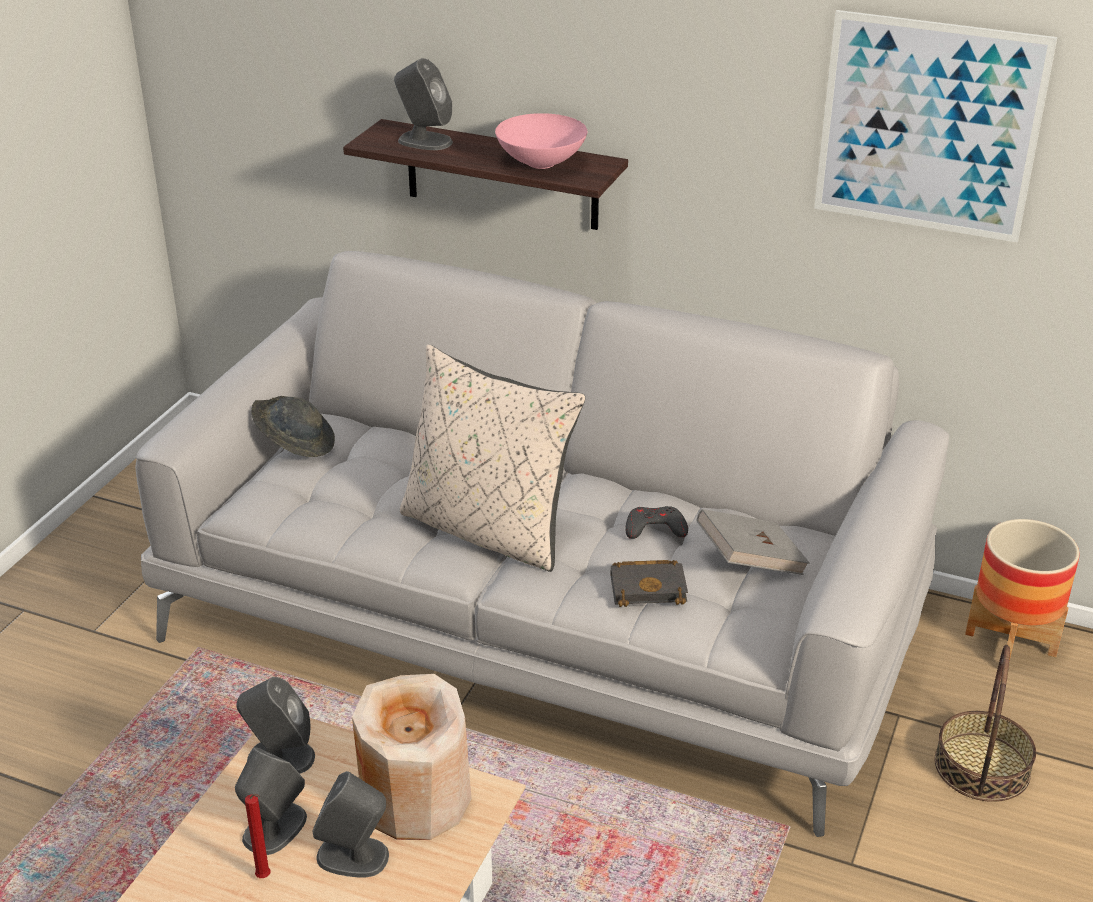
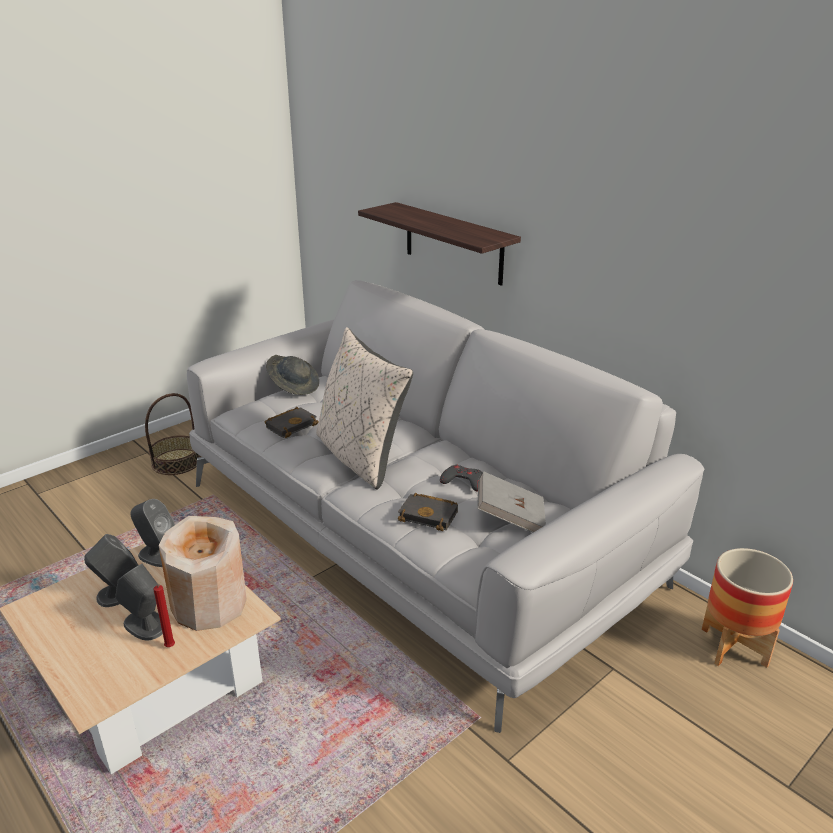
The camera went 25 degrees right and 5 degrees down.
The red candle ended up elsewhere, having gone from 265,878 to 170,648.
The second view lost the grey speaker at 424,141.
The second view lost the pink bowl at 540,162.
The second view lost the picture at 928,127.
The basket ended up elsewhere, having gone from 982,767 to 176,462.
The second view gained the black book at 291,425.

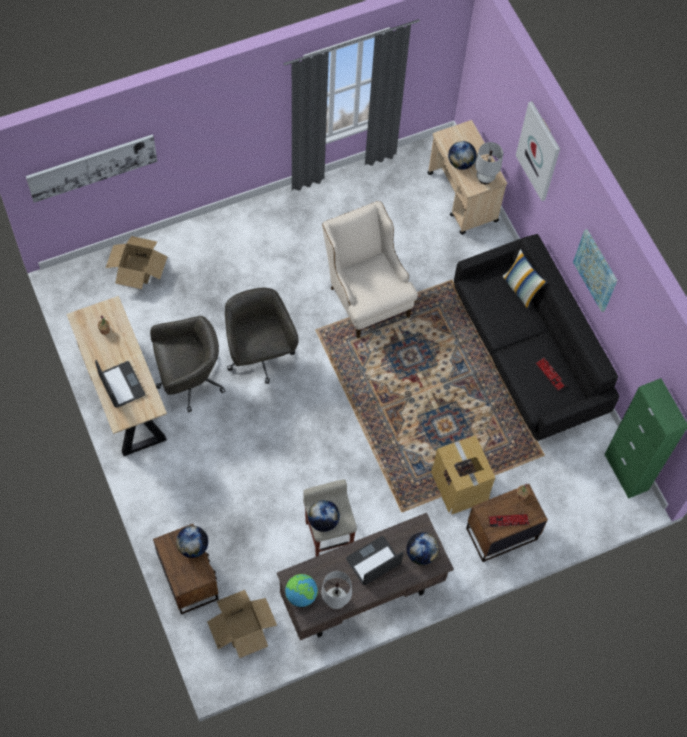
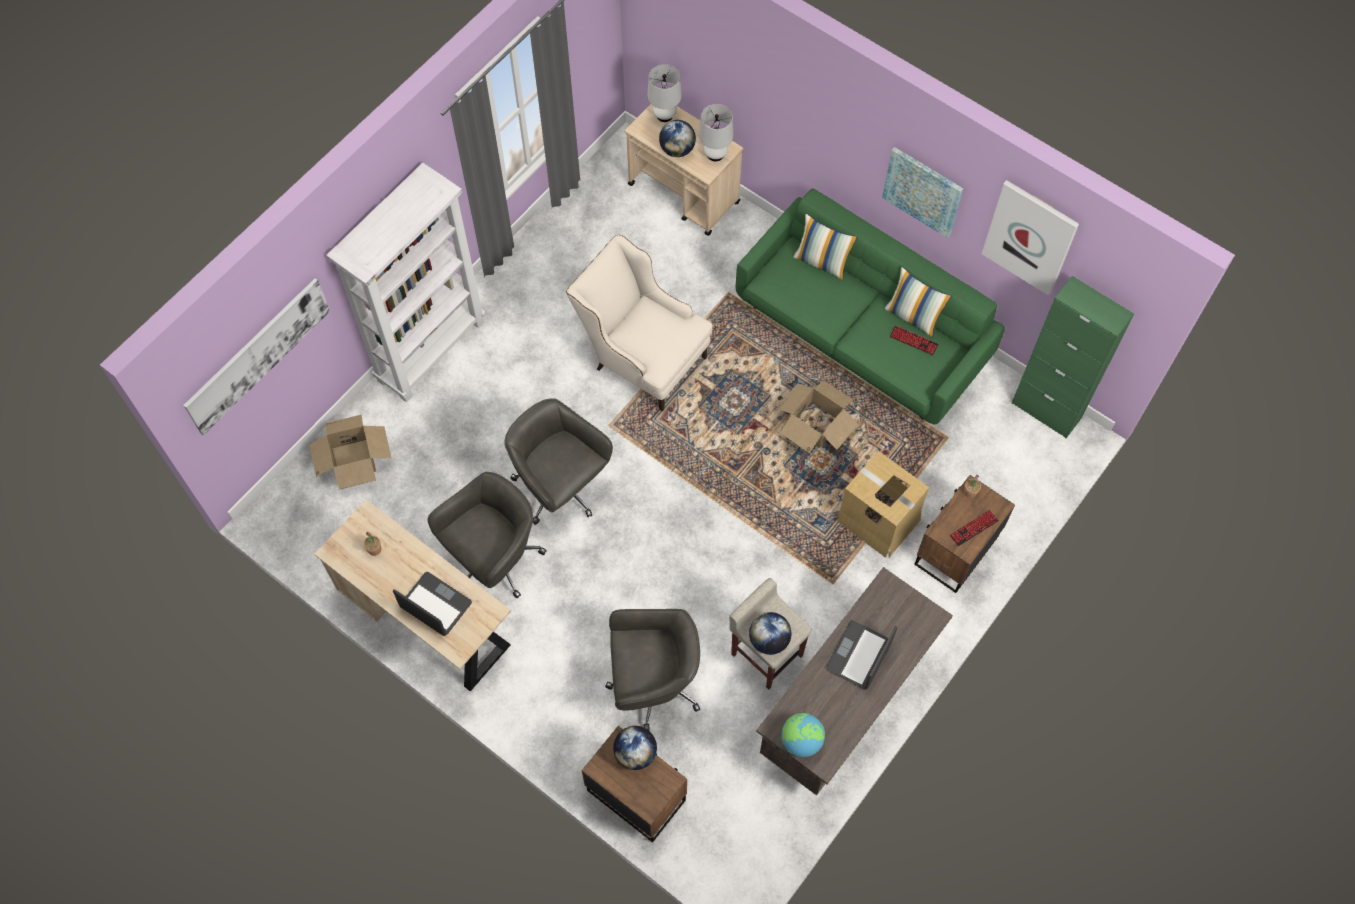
The camera went 25 degrees left and 0 degrees up.
The cardboard box ended up elsewhere, having gone from 242,628 to 815,425.
The white table lamp ended up elsewhere, having gone from 335,600 to 664,115.
The second view lost the globe at 421,553.
What was the black sofa at 527,354 turned into the green sofa at 861,334.
The picture ended up elsewhere, having gone from 539,151 to 1030,237.
The second view gained the white bookcase at 431,350.
The second view gained the grey office chair at 653,683.
The second view gained the pillow at 913,316.

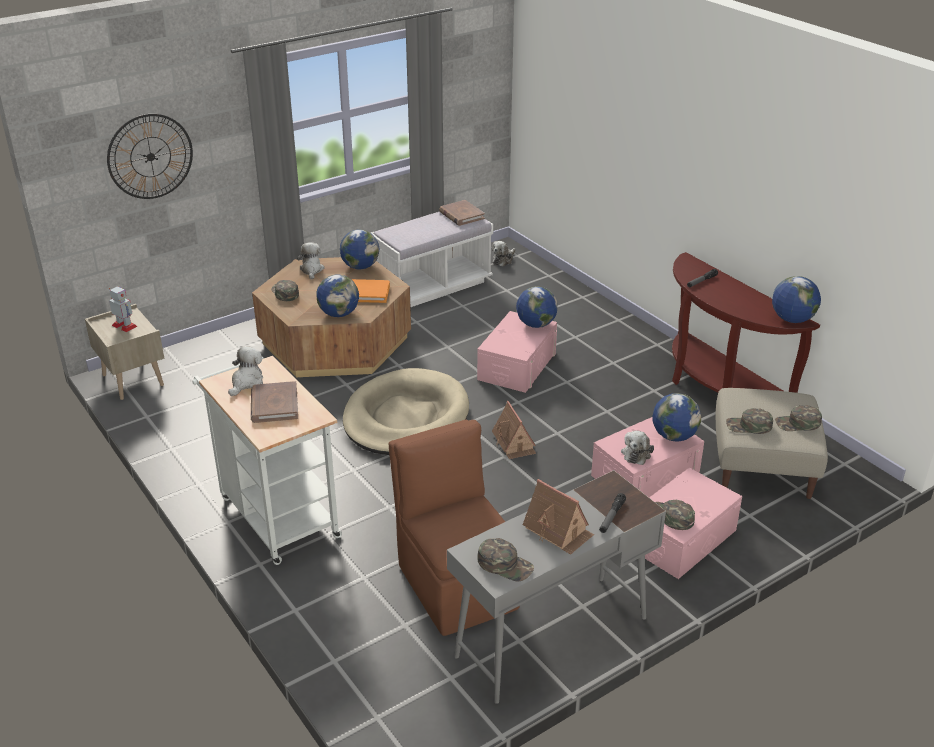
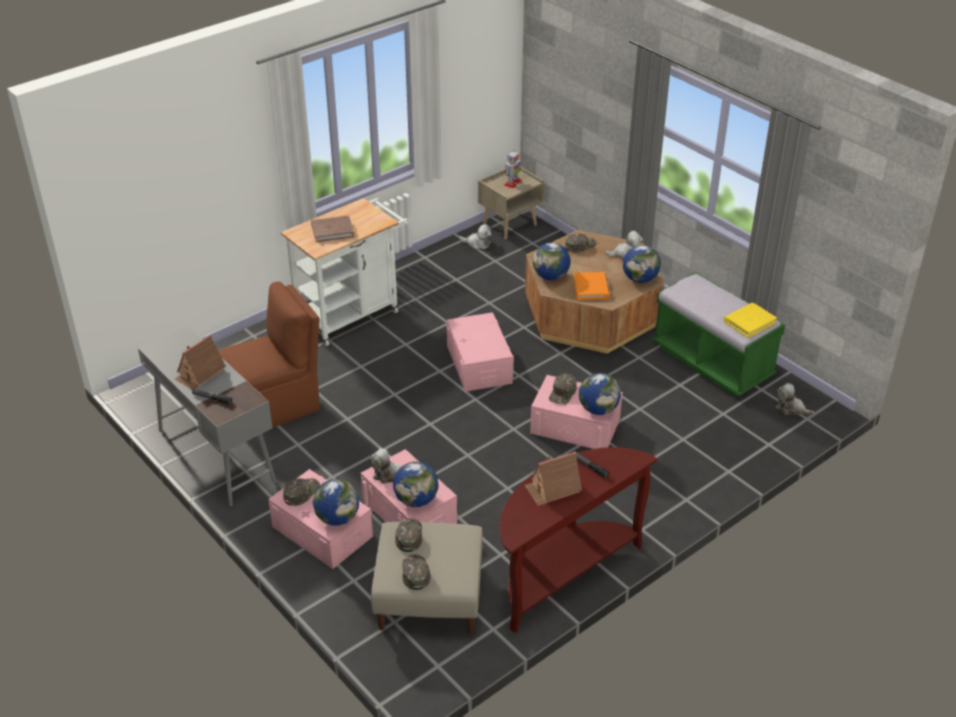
The camera went 85 degrees right and 5 degrees up.
The second view lost the wall clock at 150,156.
The plush toy ended up elsewhere, having gone from 246,382 to 477,243.
Where the beige dog bed stood at 406,418, the pink storage box came to stand at 479,364.
What was the white bench at 432,286 turned into the green bench at 712,362.
What was the brown book at 461,215 turned into the yellow book at 749,322.
The green cap ended up elsewhere, having gone from 505,564 to 563,393.
The toy house ended up elsewhere, having gone from 514,443 to 553,488.
The globe ended up elsewhere, having gone from 792,319 to 337,518.

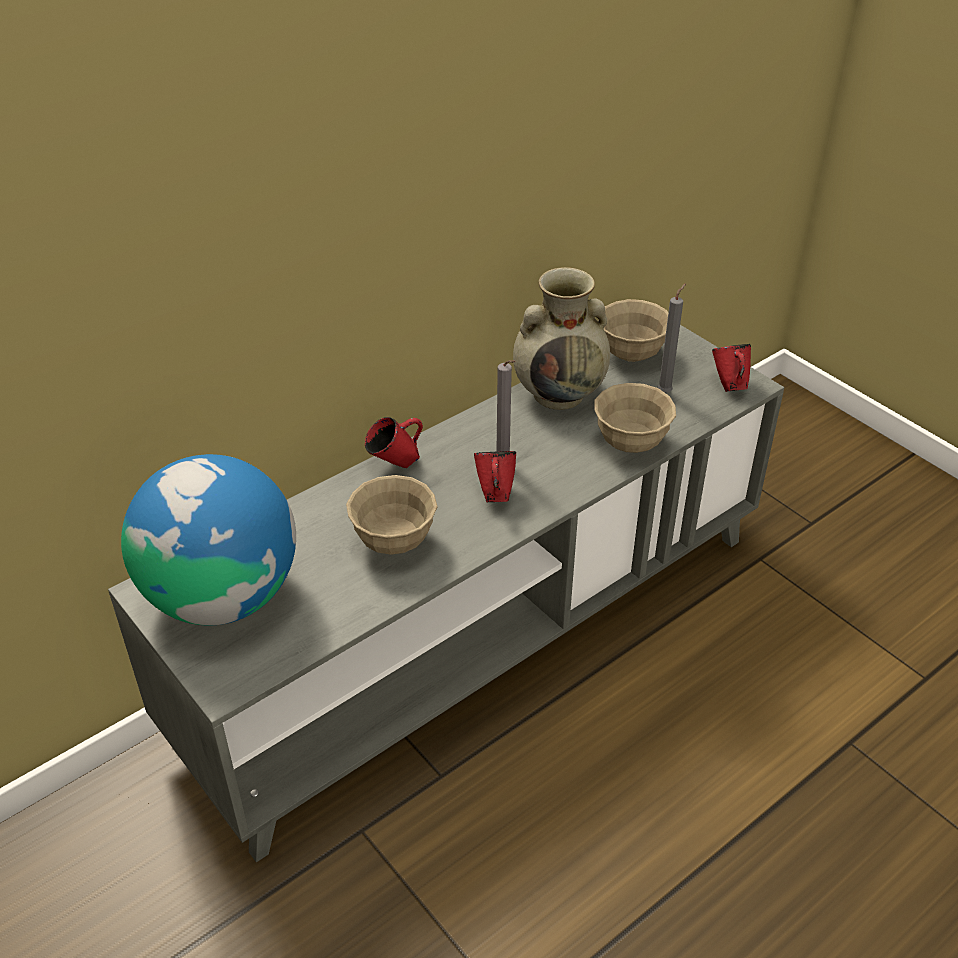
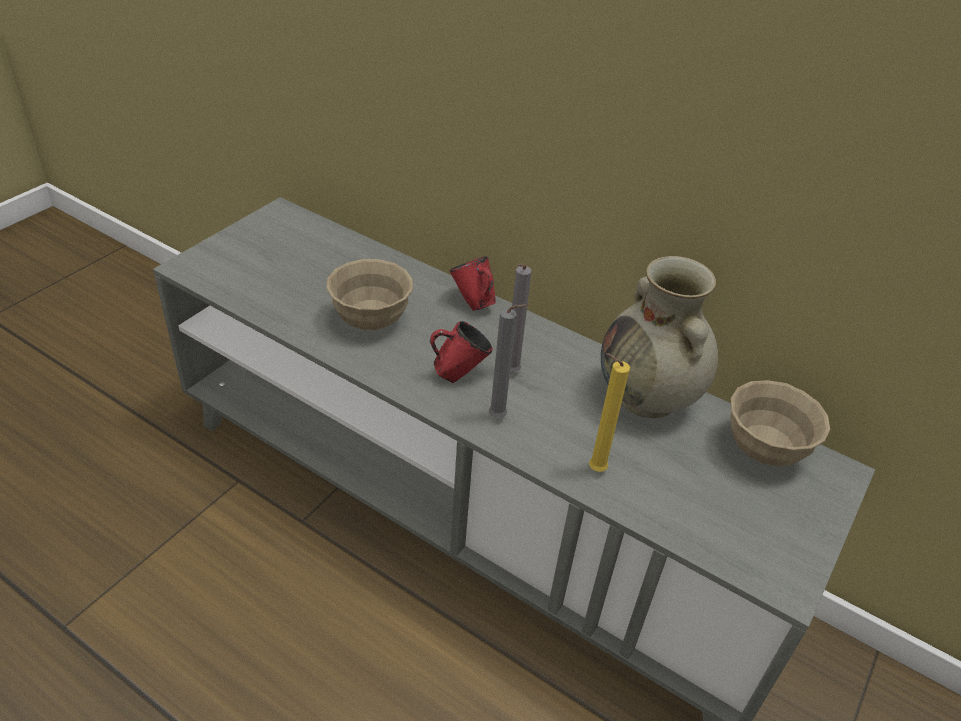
The camera went 70 degrees right and 0 degrees up.
The second view lost the globe at 222,595.
Where the beige bowl stood at 631,443, the yellow candle came to stand at 593,469.
The grey candle ended up elsewhere, having gone from 666,392 to 500,418.
The second view lost the red mug at 729,386.

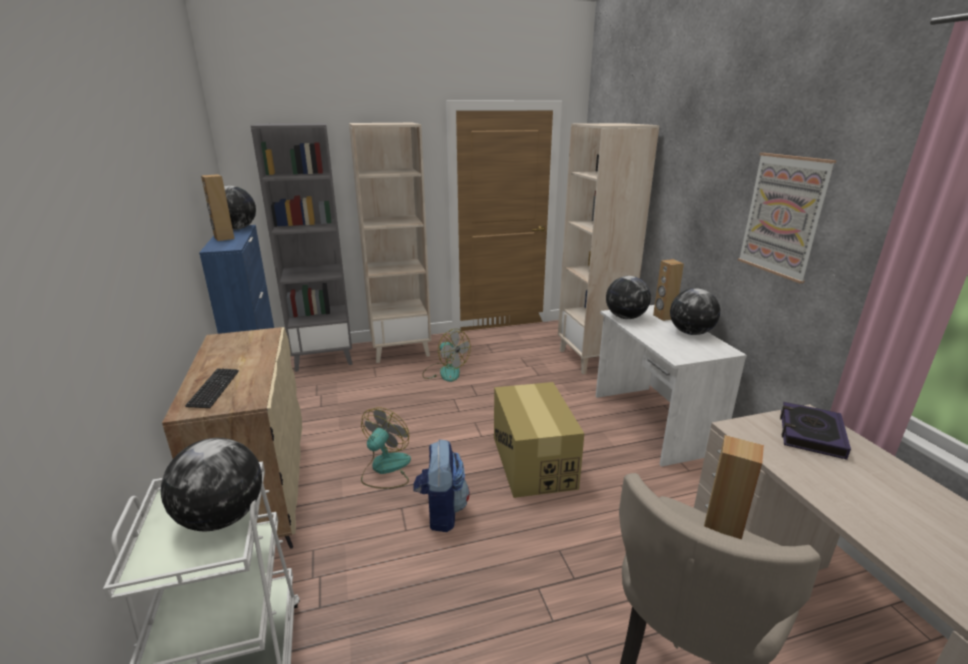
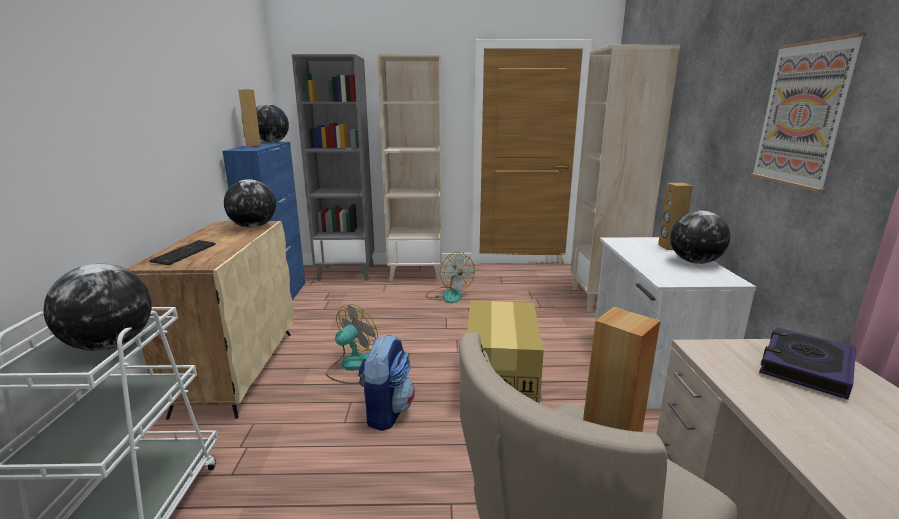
The camera went 15 degrees right and 5 degrees down.
The globe ended up elsewhere, having gone from 625,317 to 253,227.

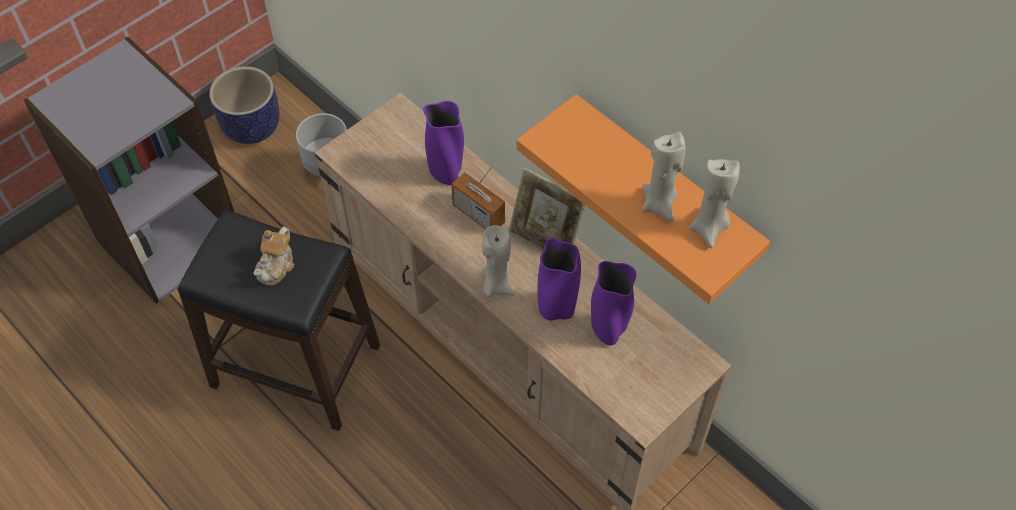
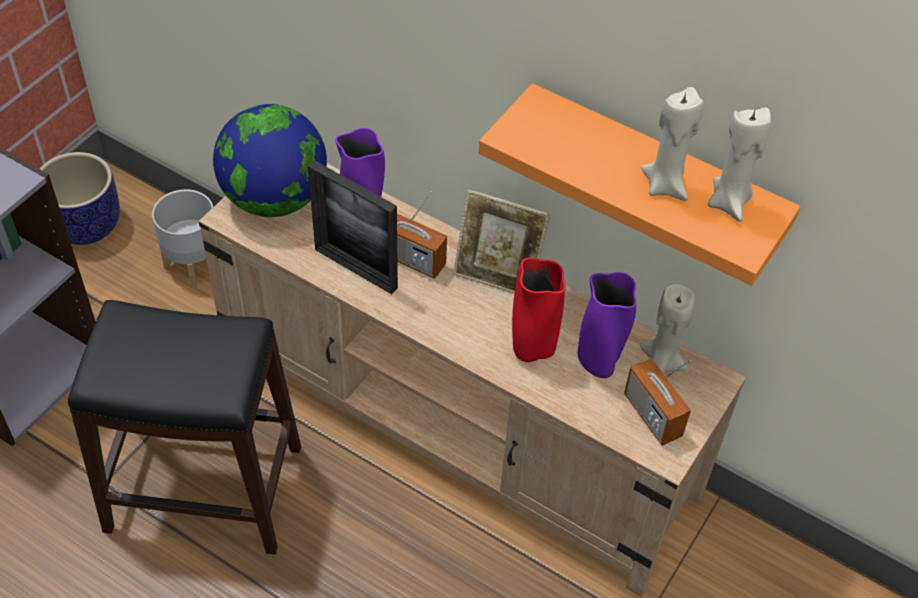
The camera went 15 degrees left and 5 degrees down.
The second view lost the teapot at 277,266.
The beige candle ended up elsewhere, having gone from 496,286 to 661,362.
What was the purple vase at 556,309 turned into the red vase at 532,349.
The second view gained the globe at 275,198.
The second view gained the picture frame at 356,268.
The second view gained the radio at 652,415.

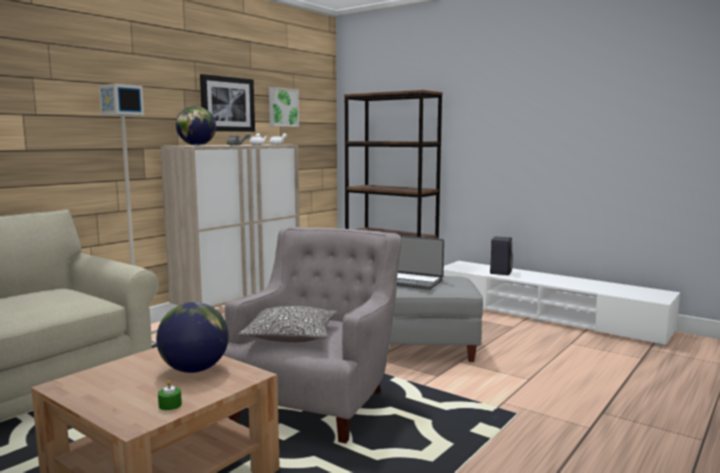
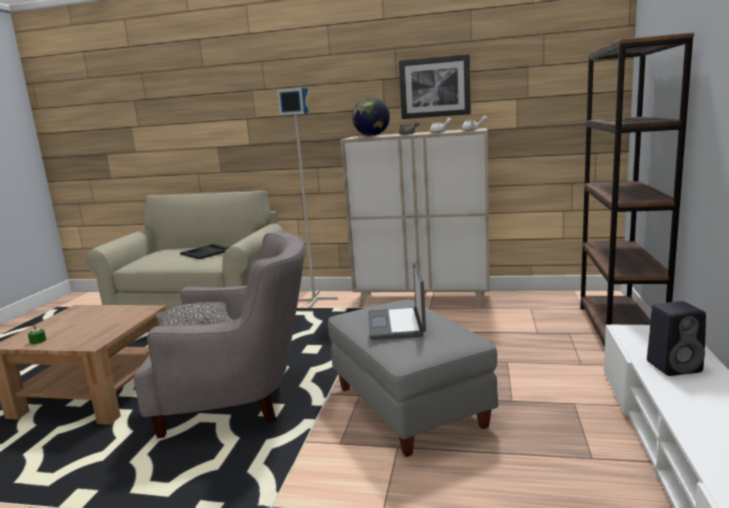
The camera went 65 degrees right and 5 degrees up.
The second view lost the globe at 194,370.
The second view lost the picture at 282,107.
The second view gained the black tray at 206,252.

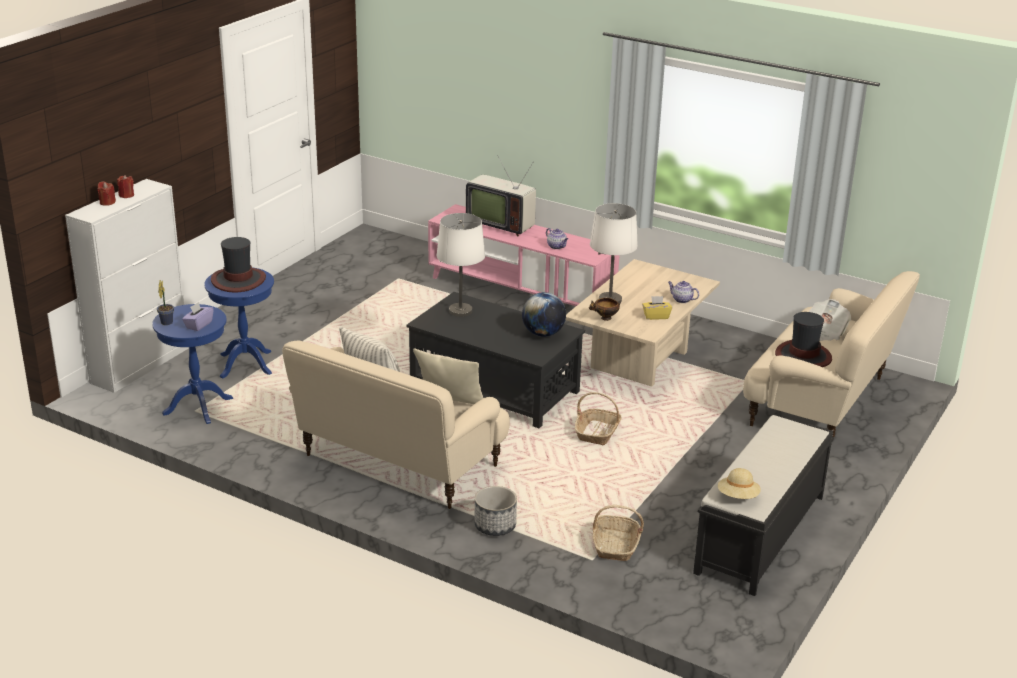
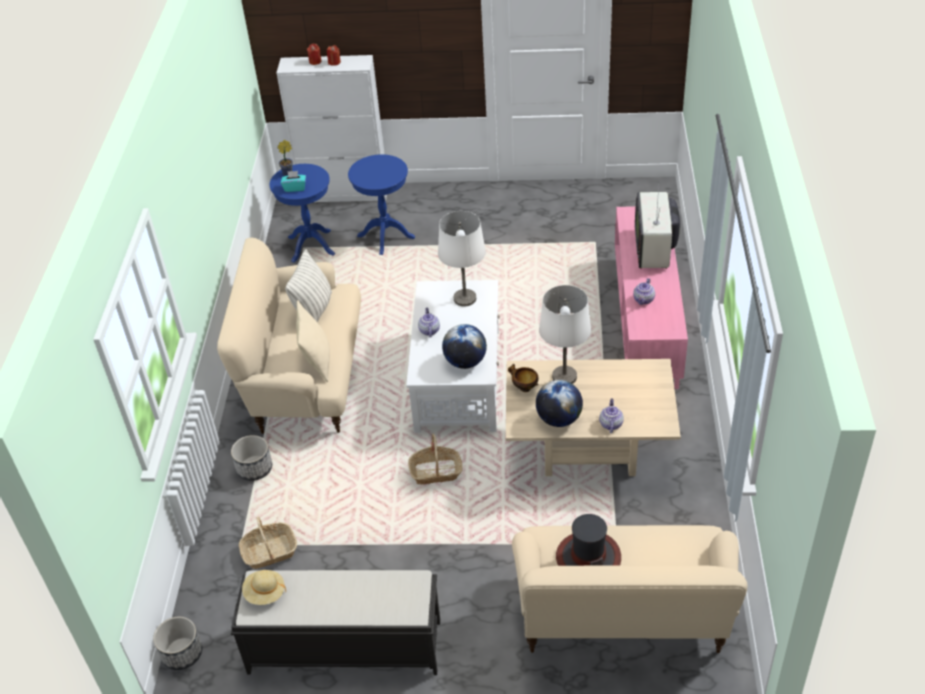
The camera went 65 degrees right and 15 degrees up.
What was the purple tissue box at 198,325 turned into the turquoise tissue box at 295,188.
The second view lost the hat at 238,280.
What was the black coffee table at 494,388 turned into the white coffee table at 458,379.
Where the yellow tissue box stood at 656,316, the globe came to stand at 559,419.
The second view lost the newspaper at 825,332.
The second view gained the planter at 182,653.
The second view gained the teapot at 429,330.

